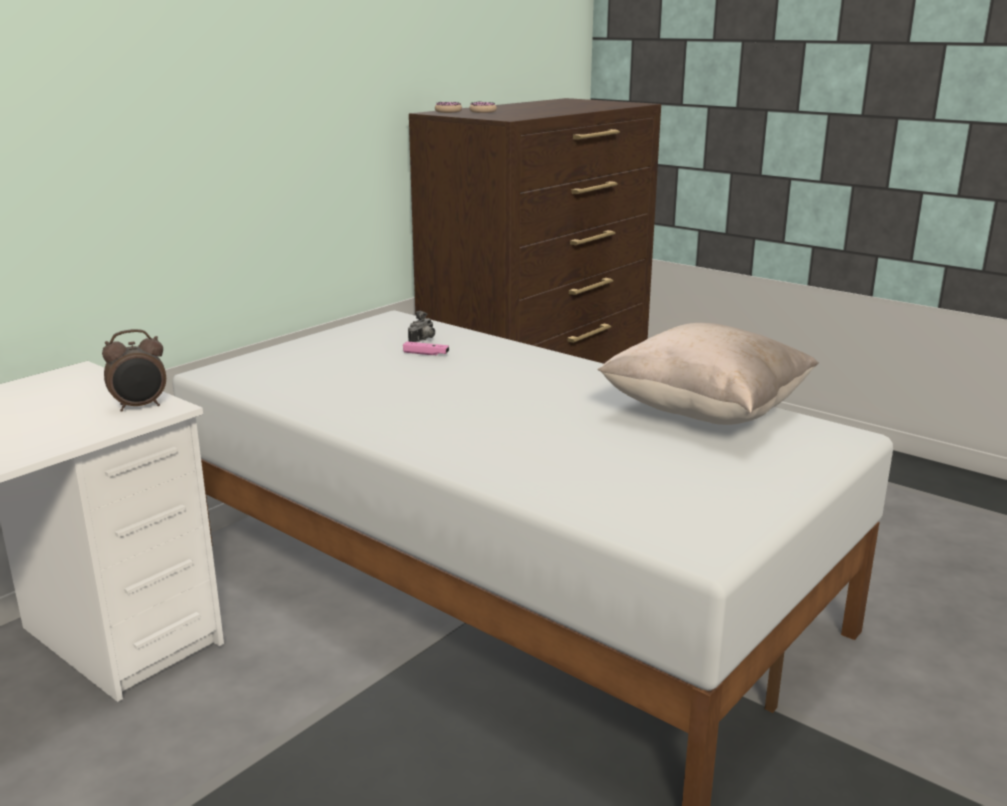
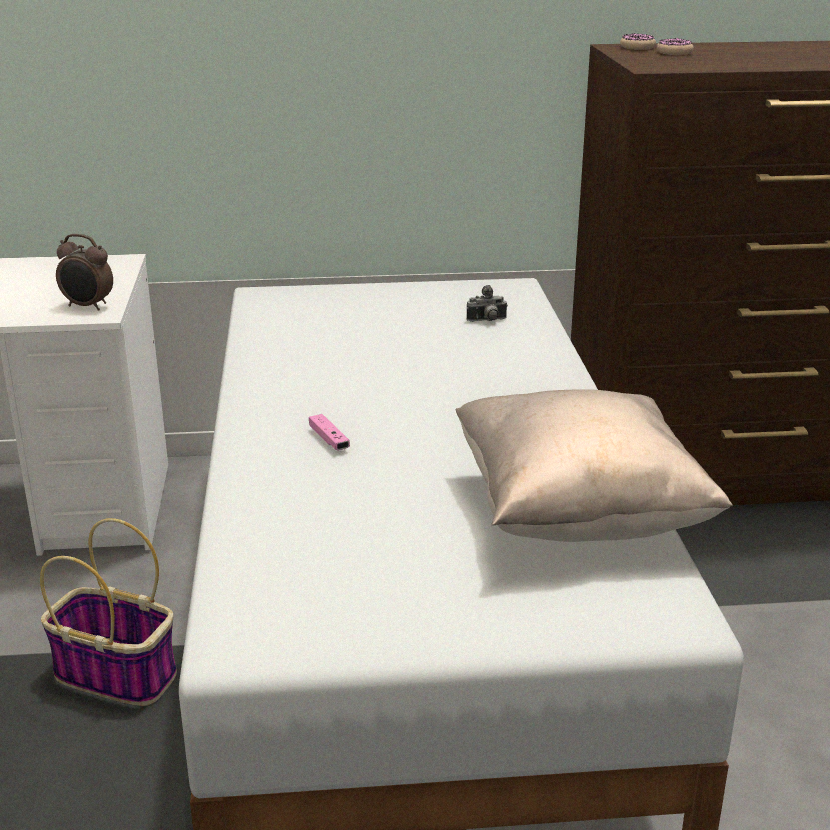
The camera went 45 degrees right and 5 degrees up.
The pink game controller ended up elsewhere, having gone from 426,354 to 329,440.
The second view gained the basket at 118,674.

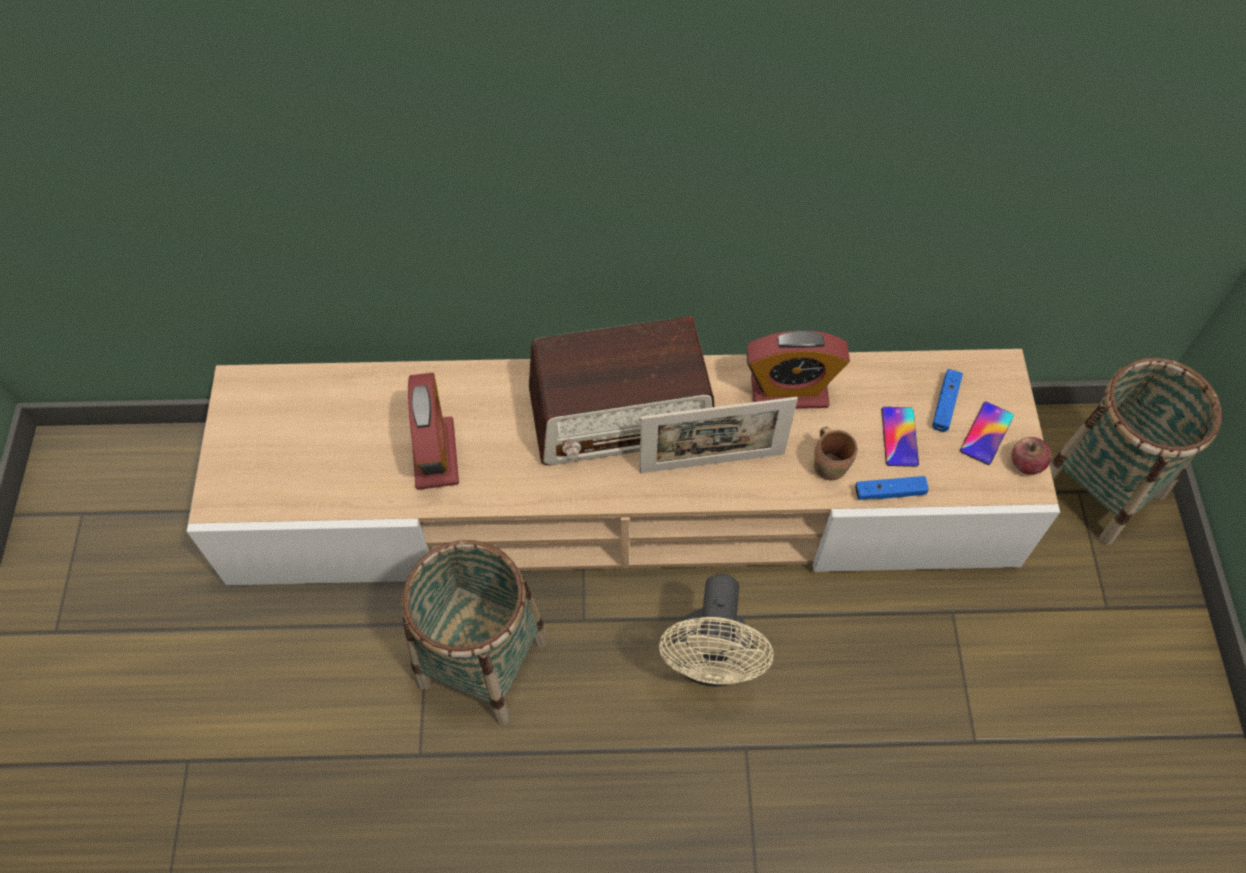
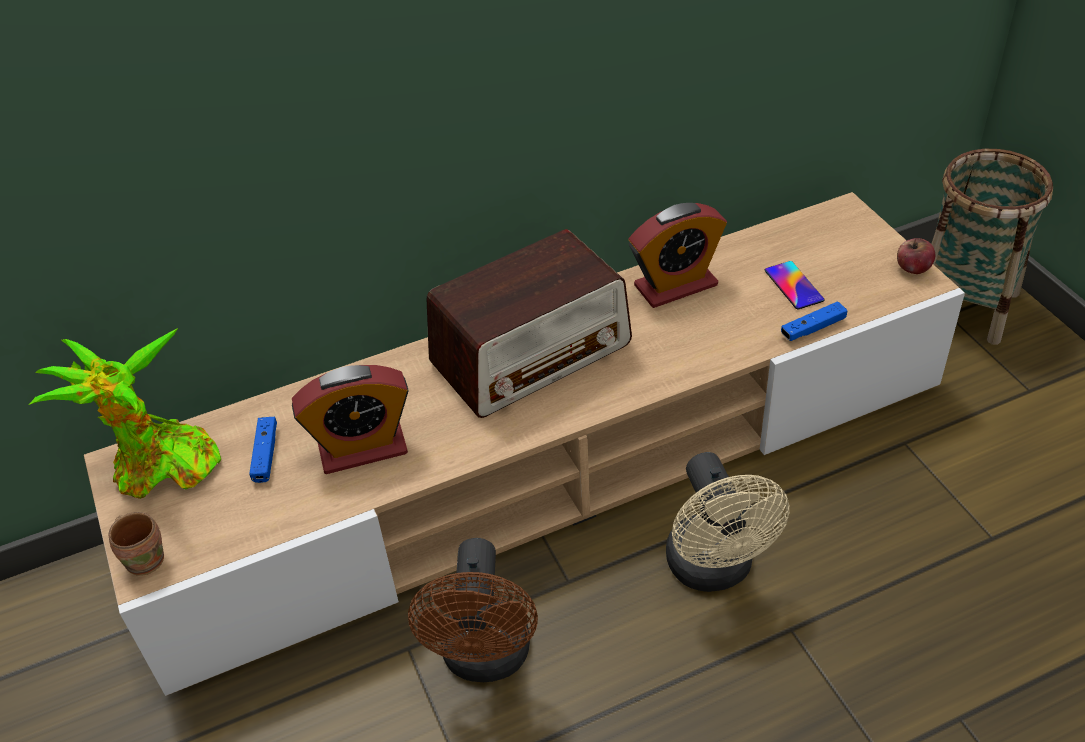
The camera went 20 degrees left and 15 degrees down.
Where the basket stood at 483,661, the brown fan came to stand at 486,659.
The alarm clock at 435,454 ended up facing another way, 105 degrees clockwise from before.
The second view lost the picture frame at 712,462.
The brown mug ended up elsewhere, having gone from 830,465 to 146,558.
The blue game controller ended up elsewhere, having gone from 945,404 to 265,454.
The second view lost the phone at 986,433.
The second view gained the potted plant at 159,469.

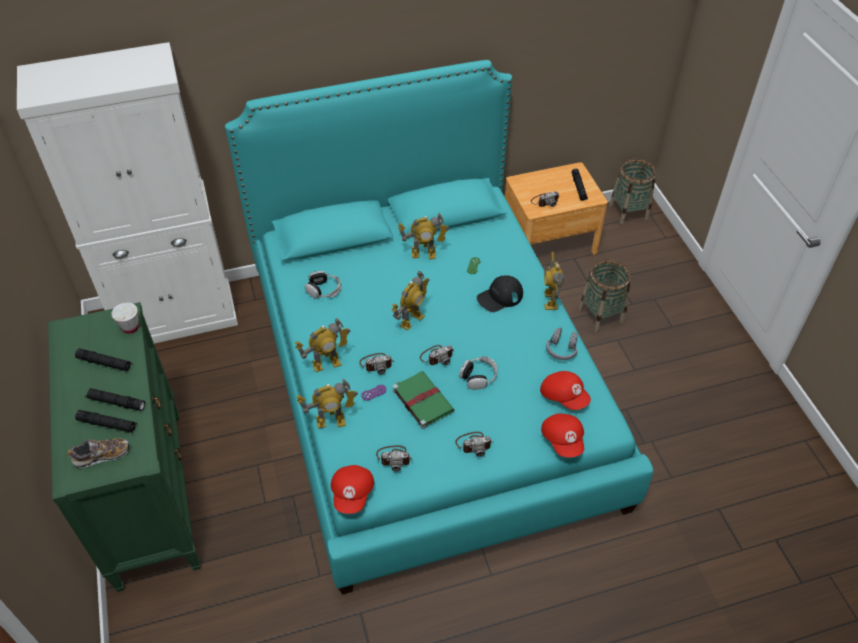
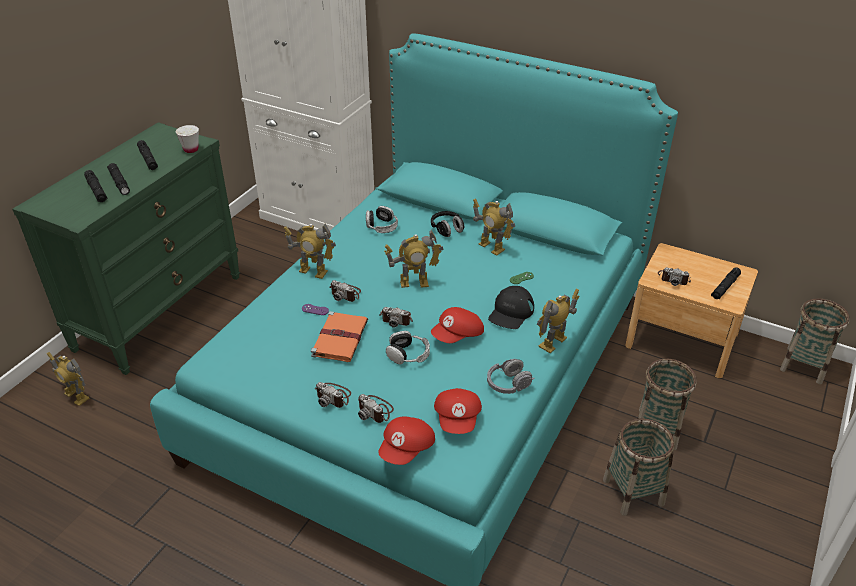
The camera went 45 degrees right and 10 degrees down.
The second view lost the shoe at 102,455.
The toy robot ended up elsewhere, having gone from 331,421 to 76,396.
The red cap ended up elsewhere, having gone from 353,493 to 458,335.
The photo camera ended up elsewhere, having gone from 394,457 to 375,410.
What was the green book at 422,400 turned into the orange book at 340,338.
The black cap at 500,297 ended up facing another way, 75 degrees counterclockwise from before.
The second view gained the black headphones at 447,229.
The second view gained the basket at 633,492.

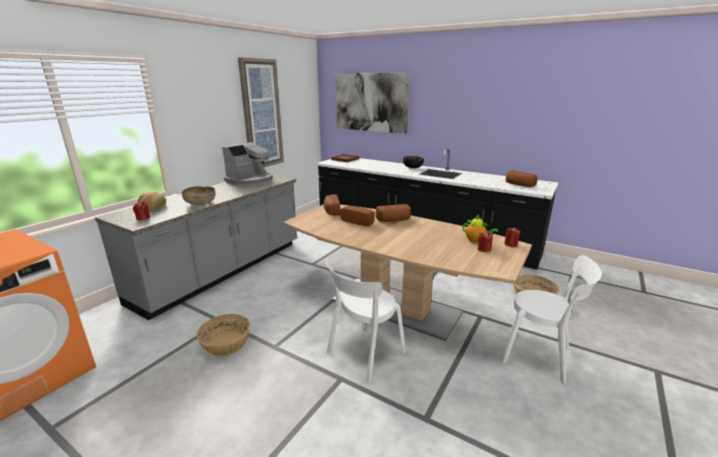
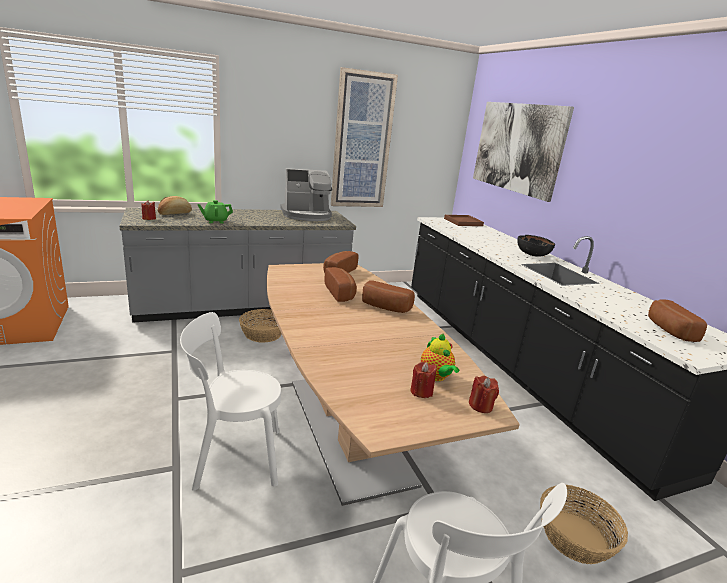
The camera went 35 degrees right and 0 degrees up.
Where the brown bowl stood at 201,204, the green teapot came to stand at 215,221.
The basket ended up elsewhere, having gone from 226,344 to 262,334.

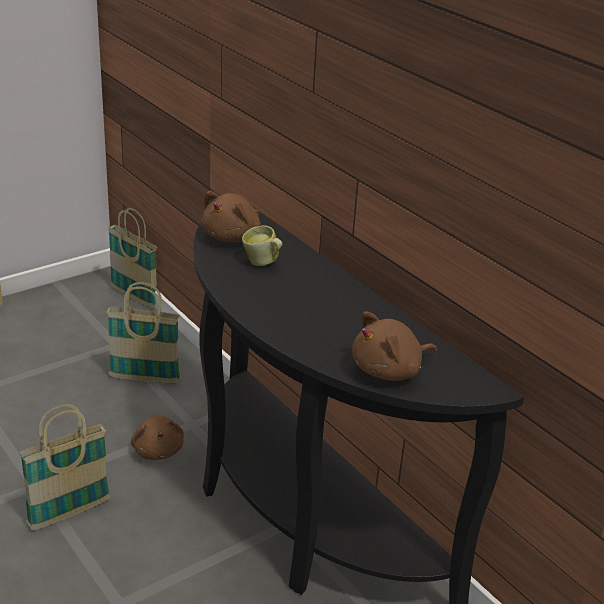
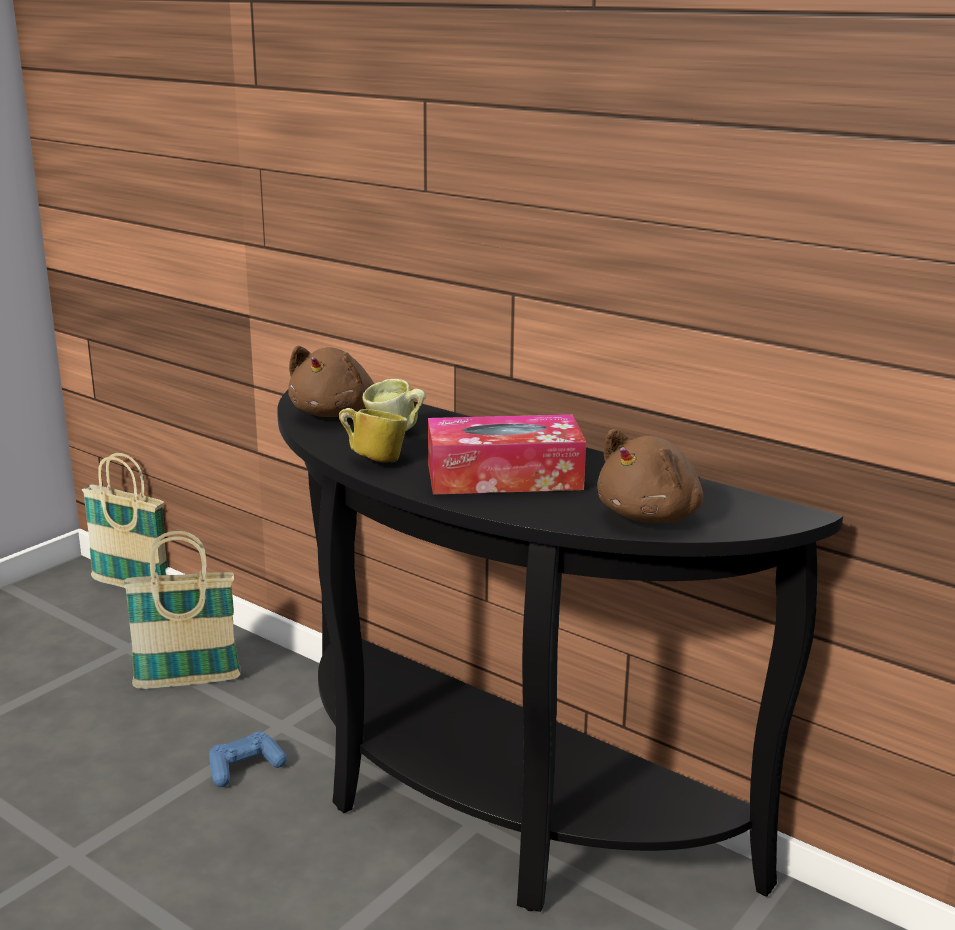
The camera went 15 degrees left and 10 degrees down.
The second view lost the basket at 69,513.
Where the brown plush toy stood at 158,450, the blue game controller came to stand at 245,768.
The second view gained the mug at 373,460.
The second view gained the tissue box at 504,477.

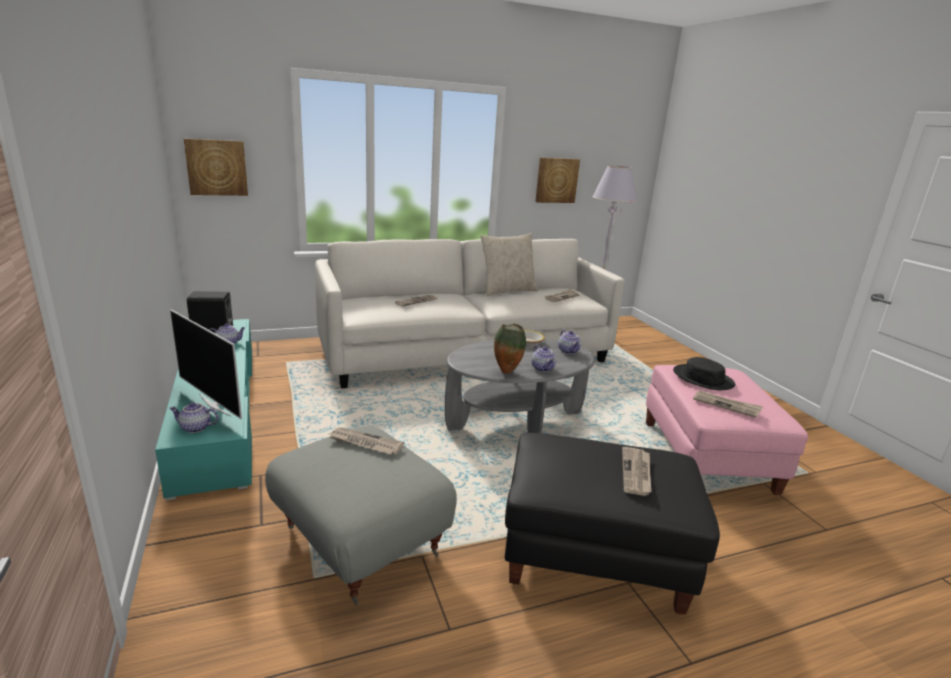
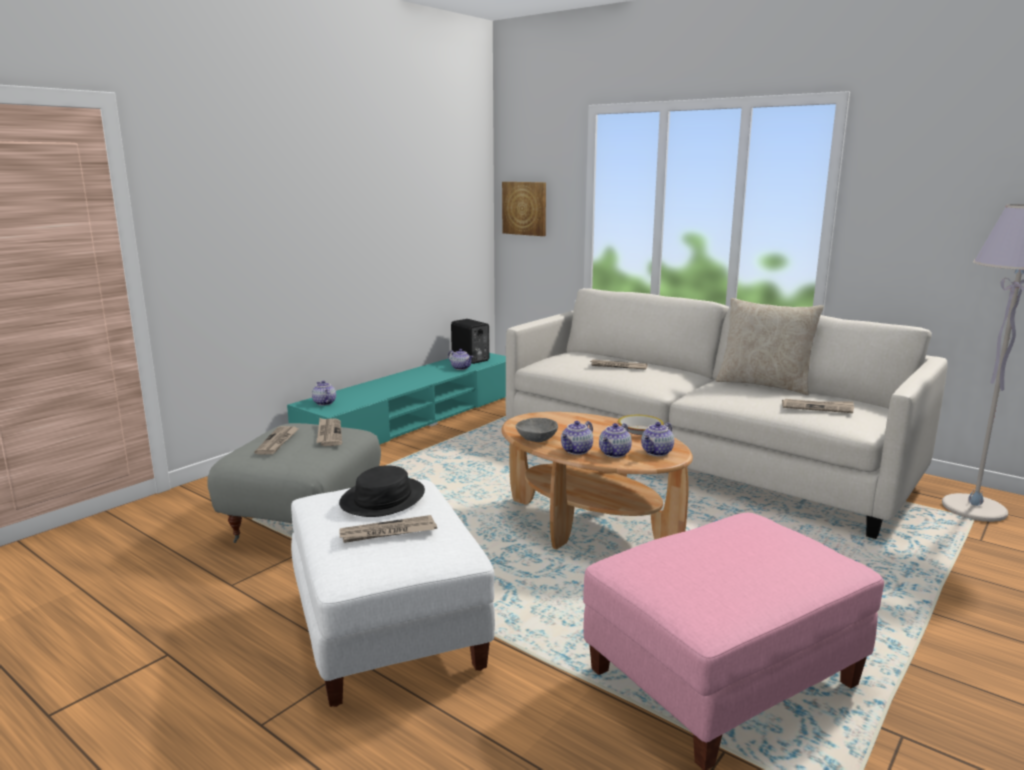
The camera went 60 degrees right and 5 degrees down.
The second view lost the television at 215,404.
What was the grey coffee table at 515,422 turned into the brown coffee table at 589,526.
Where the vase stood at 506,371, the grey bowl came to stand at 537,439.
What was the black ottoman at 594,554 turned into the white ottoman at 387,631.
The second view lost the picture at 556,180.
The black hat ended up elsewhere, having gone from 703,378 to 383,498.
The newspaper ended up elsewhere, having gone from 726,405 to 278,442.
The second view gained the teapot at 615,454.

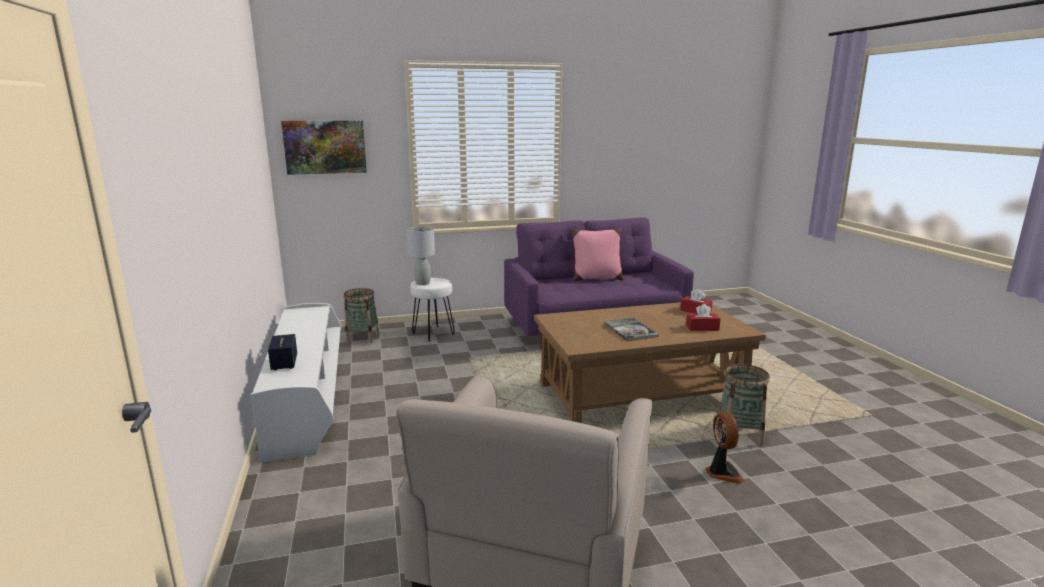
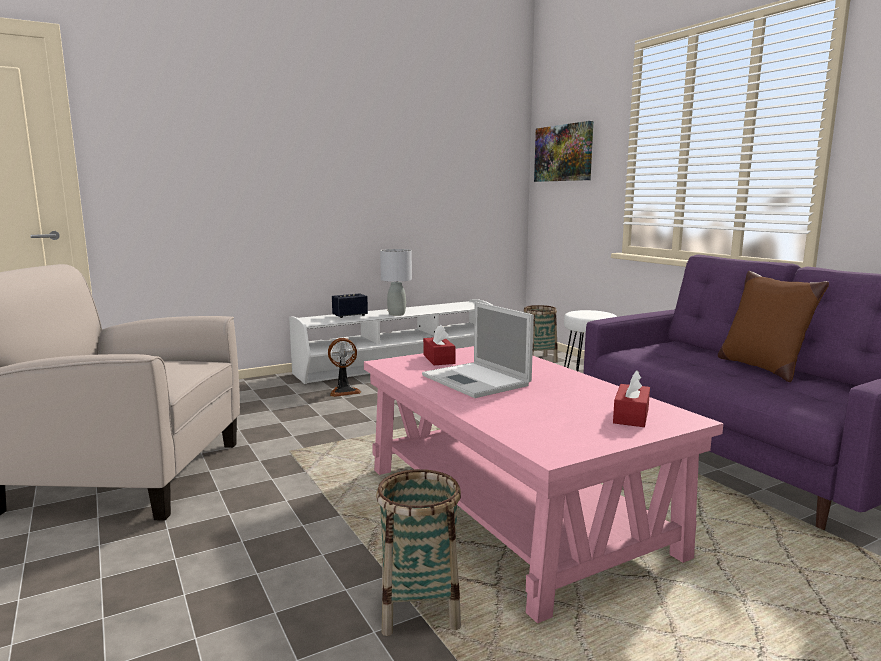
The camera went 75 degrees right and 5 degrees down.
The grey table lamp ended up elsewhere, having gone from 422,283 to 396,314.
What was the brown coffee table at 640,395 turned into the pink coffee table at 513,510.
What was the pink pillow at 596,278 turned into the brown pillow at 761,367.
Where the book stood at 630,330, the laptop came to stand at 477,381.
The red tissue box ended up elsewhere, having gone from 702,328 to 439,359.
The fan ended up elsewhere, having gone from 722,473 to 344,391.

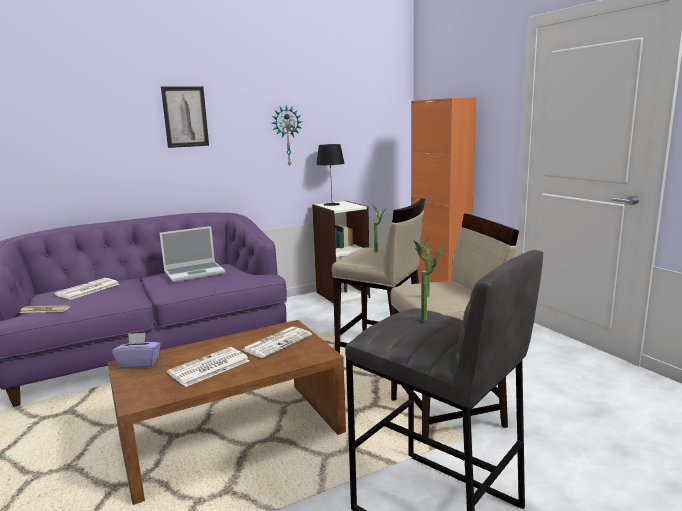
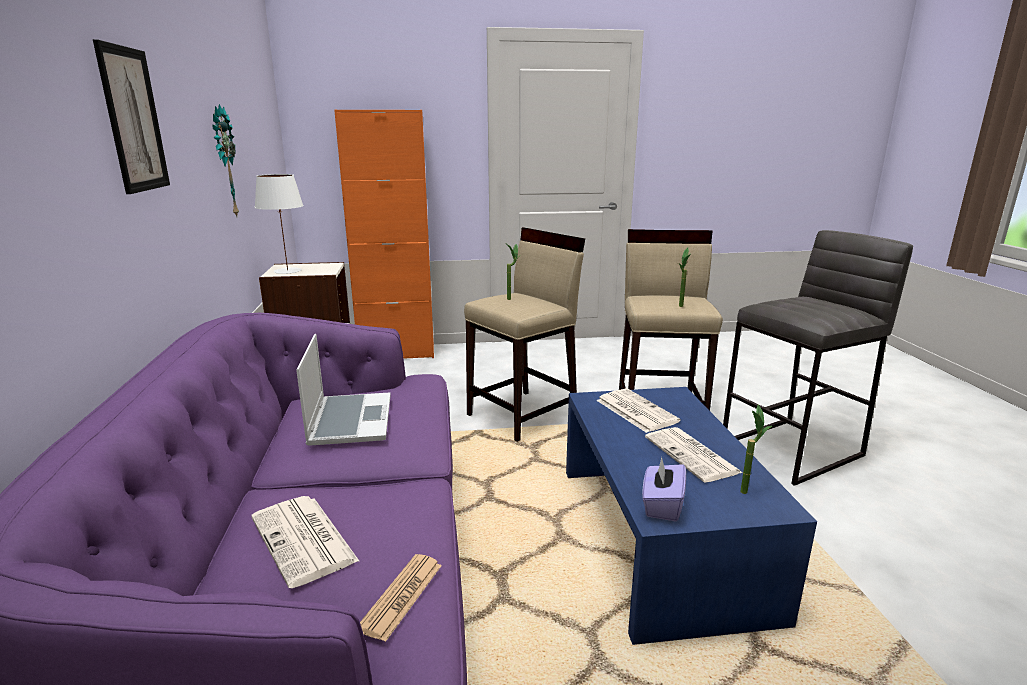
The camera went 70 degrees left and 5 degrees up.
What was the brown coffee table at 232,435 turned into the blue coffee table at 658,537.
What was the black table lamp at 332,204 turned into the white table lamp at 287,270.
The potted plant ended up elsewhere, having gone from 430,320 to 746,489.

